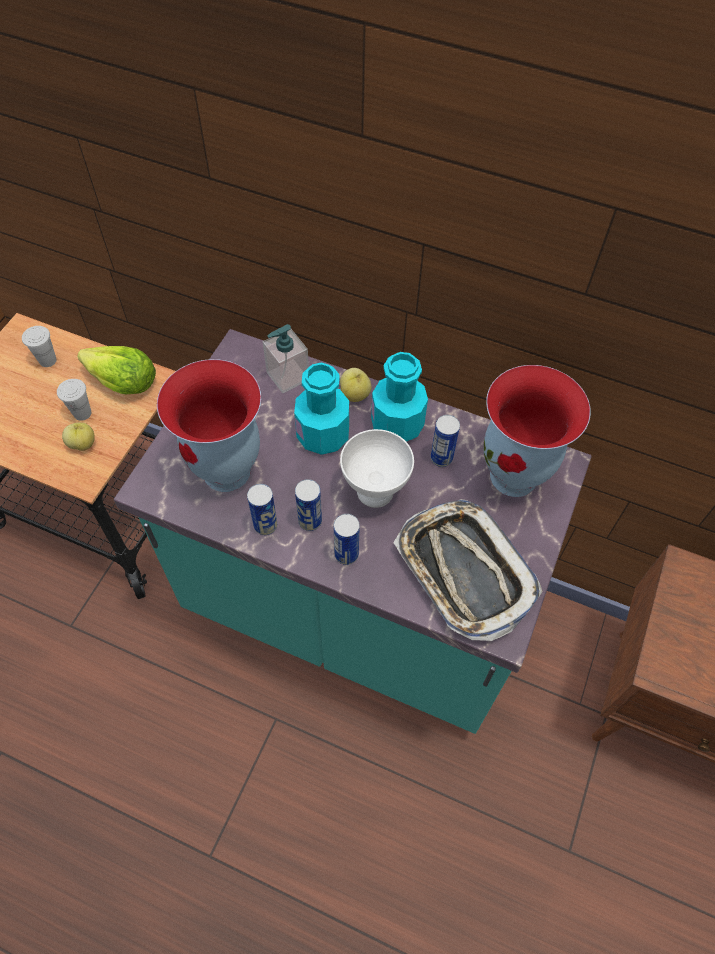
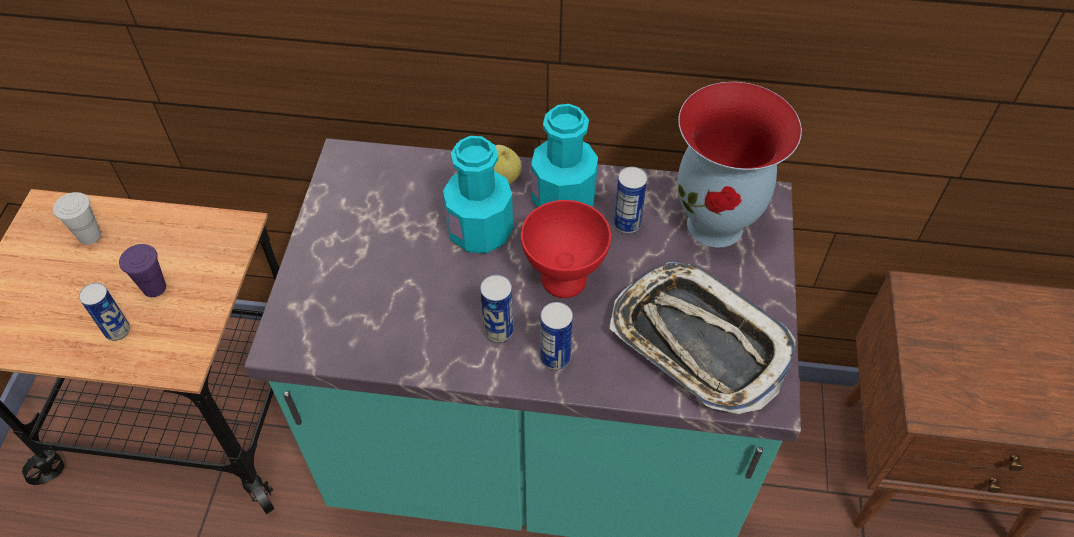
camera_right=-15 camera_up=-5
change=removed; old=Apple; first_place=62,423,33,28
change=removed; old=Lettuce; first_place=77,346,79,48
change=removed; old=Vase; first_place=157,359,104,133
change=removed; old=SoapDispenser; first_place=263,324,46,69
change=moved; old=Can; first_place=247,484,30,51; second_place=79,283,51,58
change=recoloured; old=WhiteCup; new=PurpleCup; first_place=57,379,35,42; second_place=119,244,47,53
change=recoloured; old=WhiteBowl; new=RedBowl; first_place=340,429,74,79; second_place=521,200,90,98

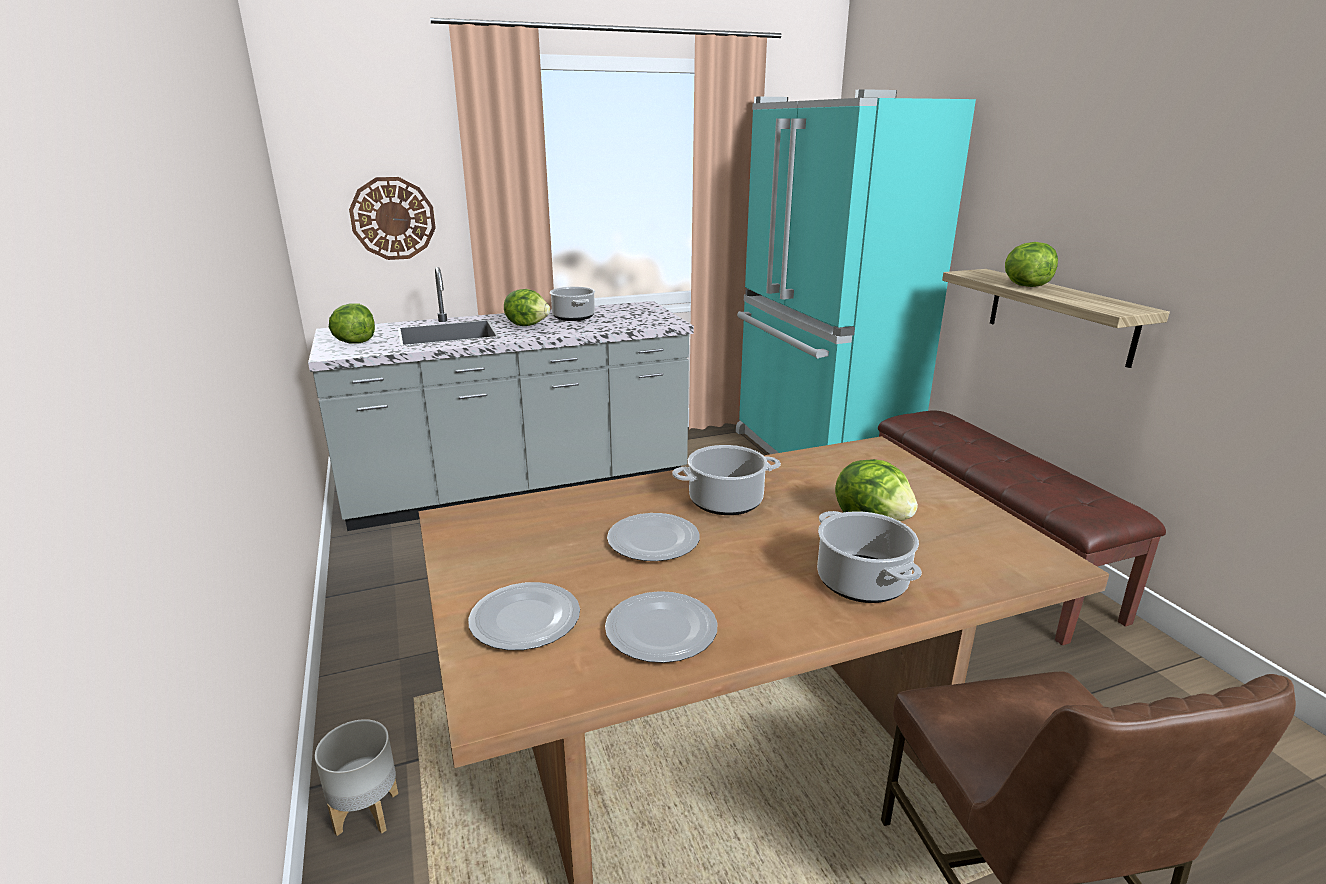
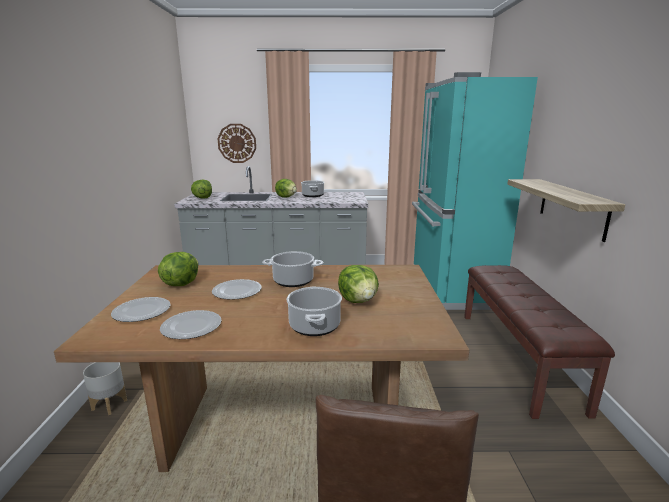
camera_right=20 camera_up=-5
change=moved; old=Lettuce; first_place=1005,242,53,45; second_place=158,252,40,34

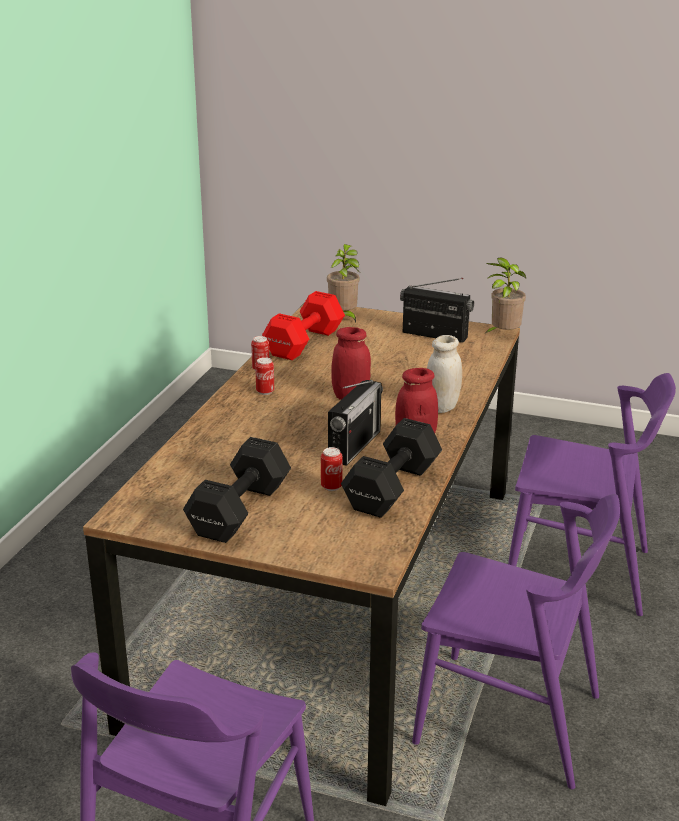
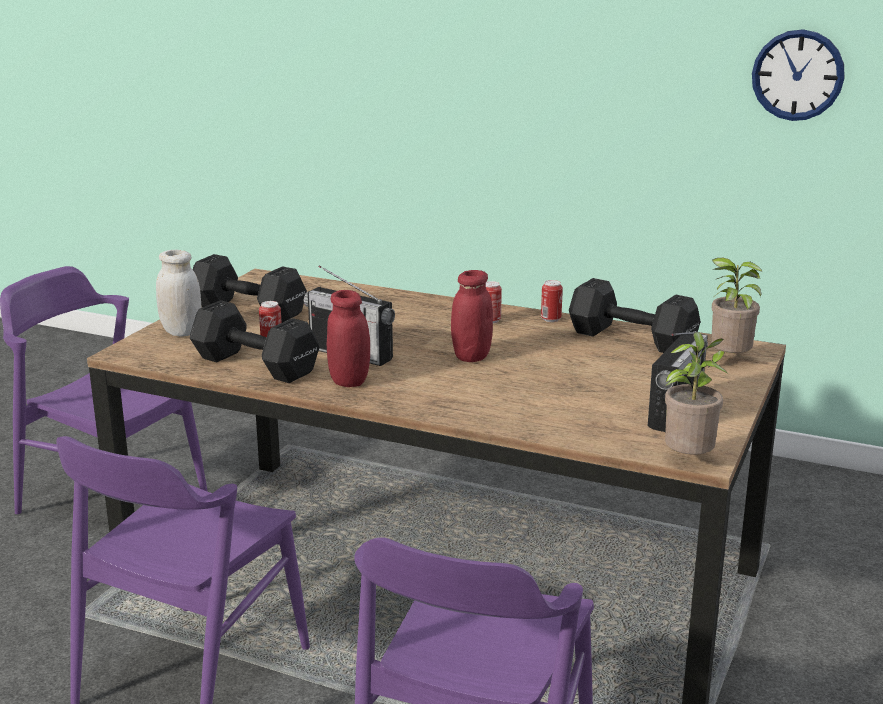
camera_right=95 camera_up=-5
change=added; new=WallClock; second_place=752,29,93,92
change=moved; old=WhiteJar; first_place=427,335,35,78; second_place=156,250,46,87
change=recoloured; old=RedDumbbell; new=BlackDumbbell; first_place=262,291,83,69; second_place=569,278,131,75

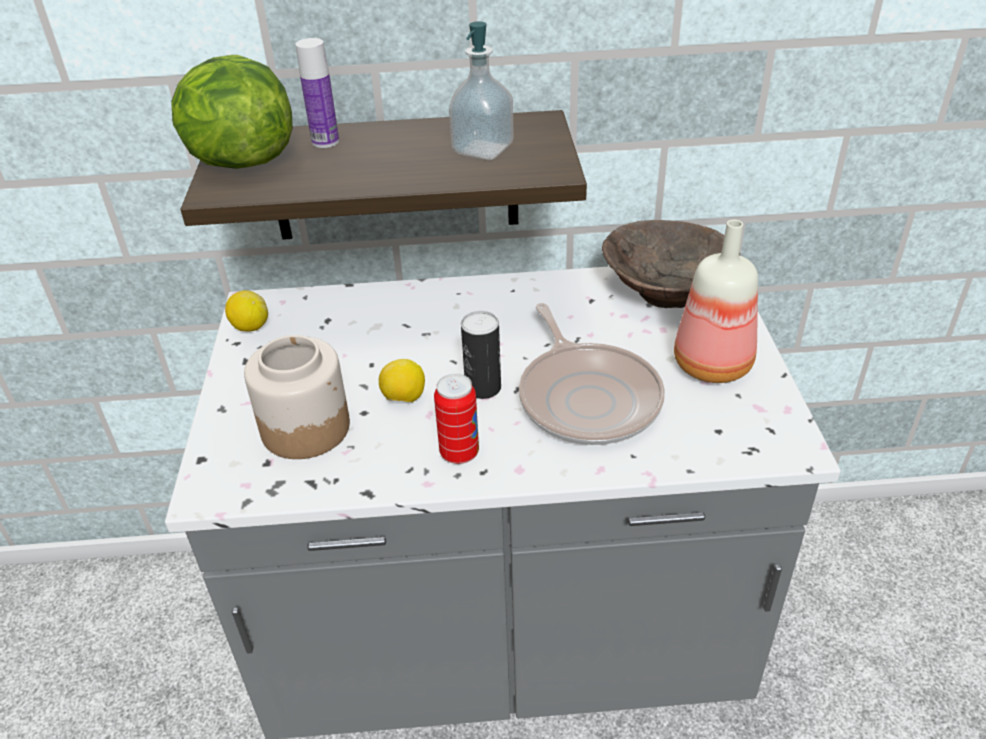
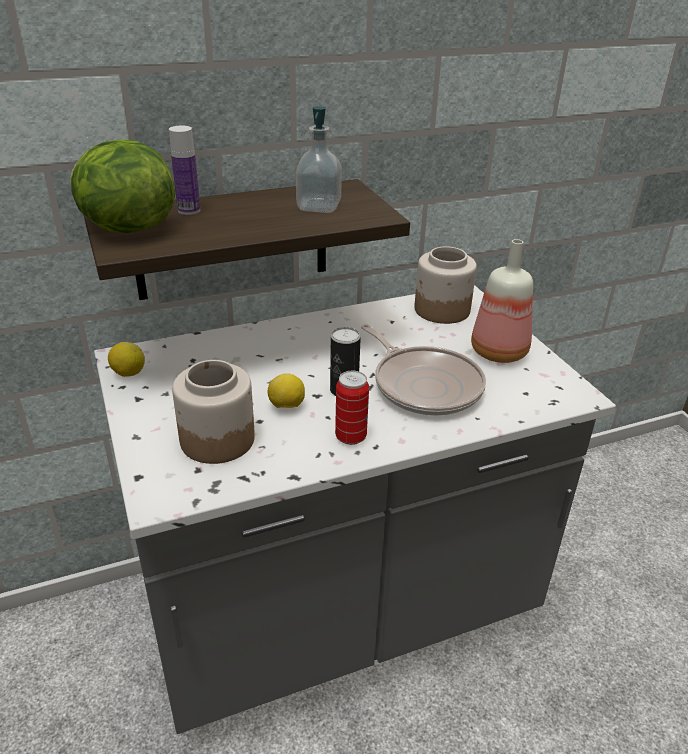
camera_right=-20 camera_up=-5
change=replaced; old=BrownBowl; new=Jar; first_place=602,220,139,88; second_place=414,246,63,78

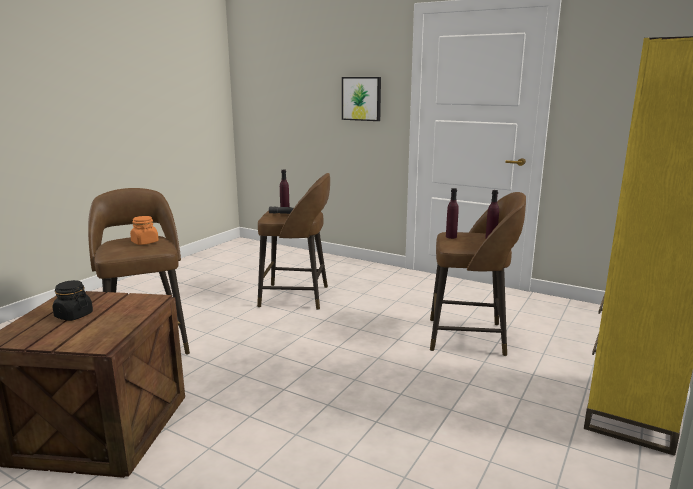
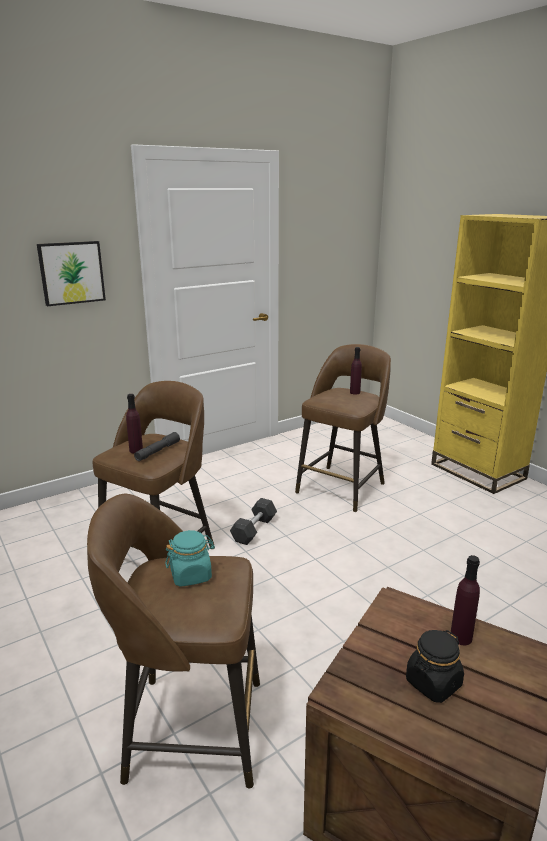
camera_right=-65 camera_up=5
change=added; new=GreyDumbbell; second_place=230,498,47,47
change=moved; old=PurpleBottle; first_place=446,188,13,51; second_place=450,555,30,90
change=recoloured; old=OrangeJar; new=TurquoiseJar; first_place=130,216,29,29; second_place=165,530,50,57

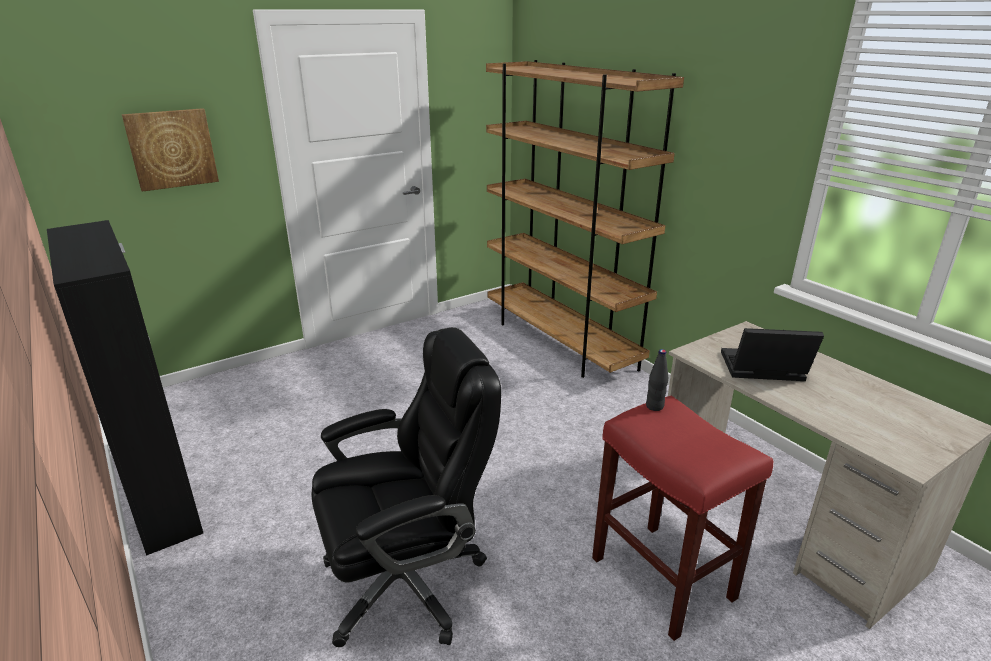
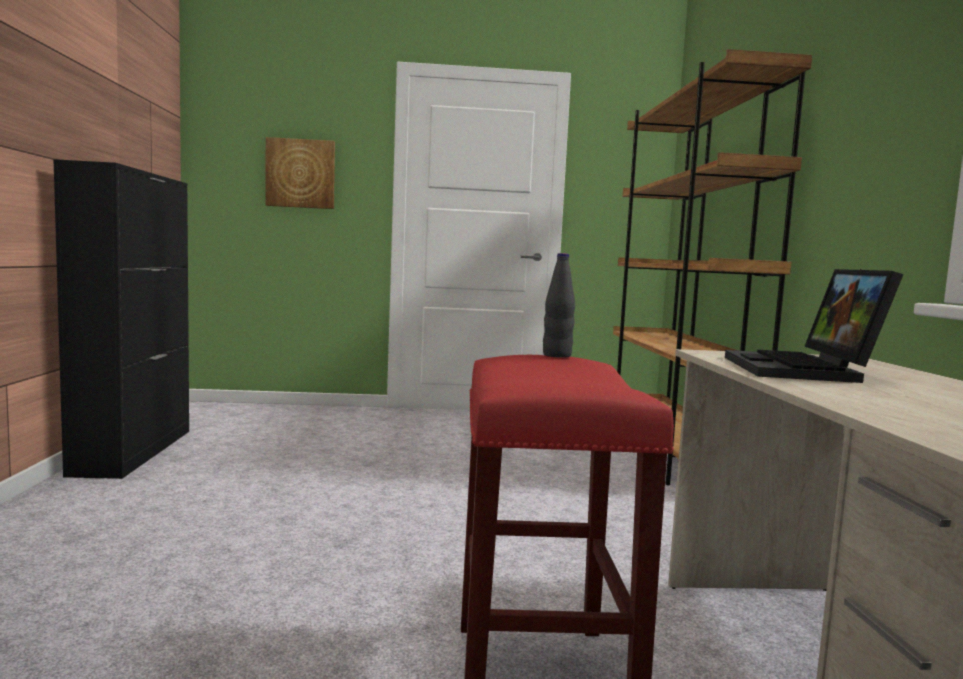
camera_right=30 camera_up=-20
change=removed; old=BlackOfficeChair; first_place=311,327,190,320
change=turned; old=Laptop; first_place=721,328,103,53; second_place=725,269,178,114; degrees=-120

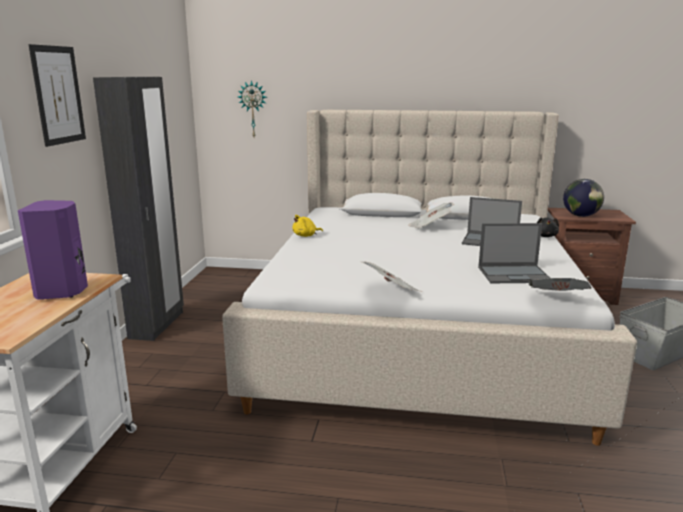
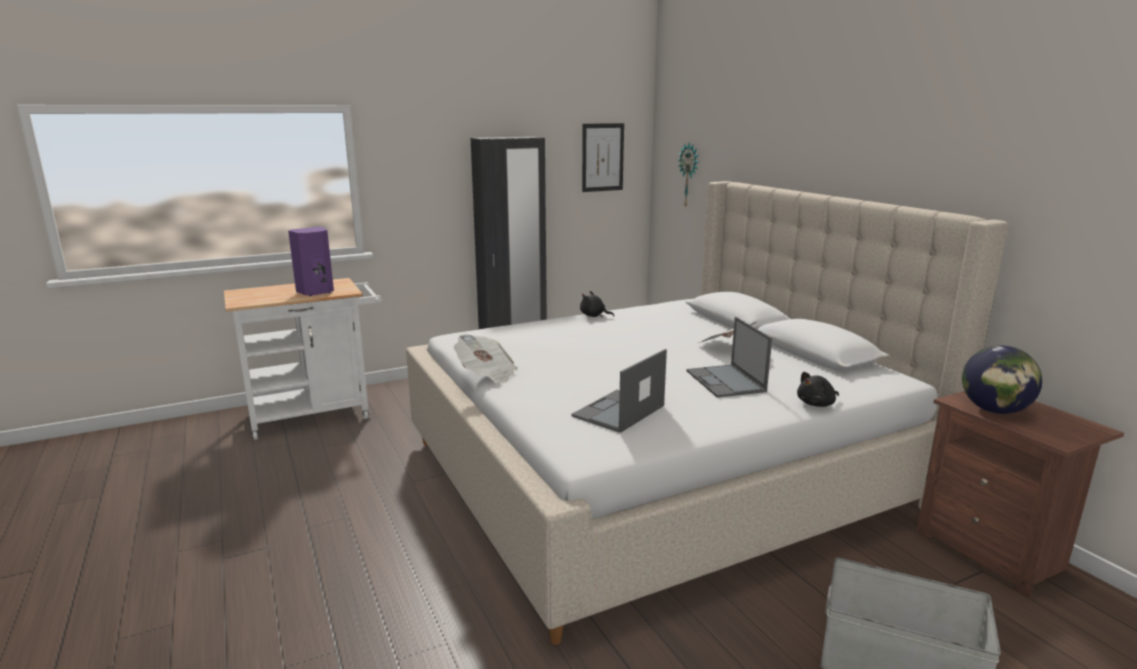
camera_right=55 camera_up=0
change=removed; old=Newspaper; first_place=528,278,63,13
change=moved; old=Picture; first_place=28,44,58,103; second_place=582,123,42,69
change=recoloured; old=YellowPlushToy; new=BlackPlushToy; first_place=292,215,31,22; second_place=580,291,34,26
change=turned; old=Laptop; first_place=478,223,72,60; second_place=571,349,96,84; degrees=75

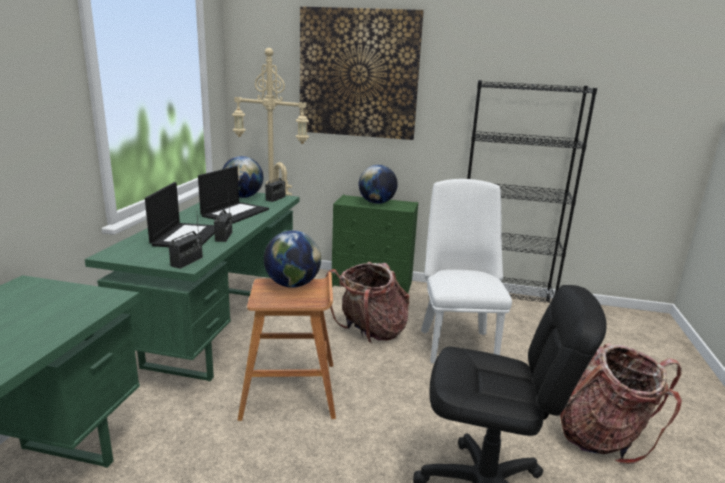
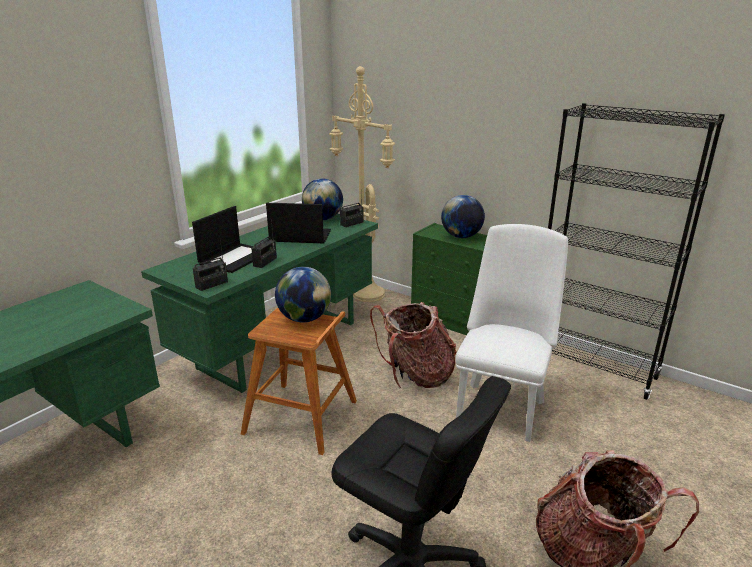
camera_right=25 camera_up=5
change=removed; old=Picture; first_place=300,6,124,134
change=turned; old=Laptop; first_place=198,166,71,58; second_place=266,203,65,40; degrees=-135

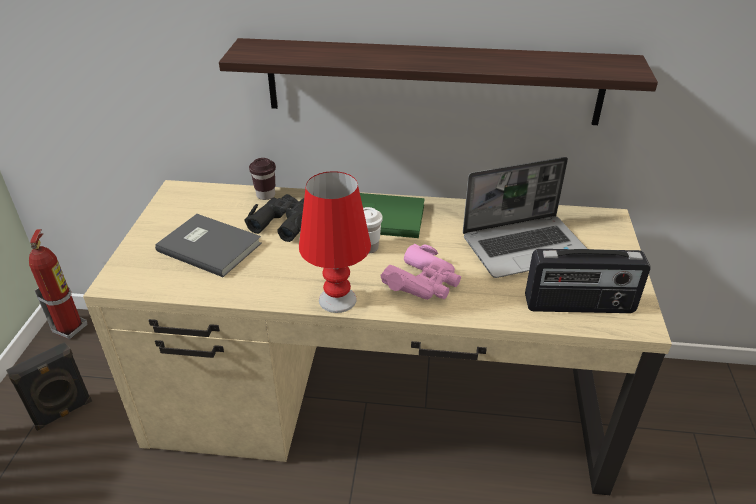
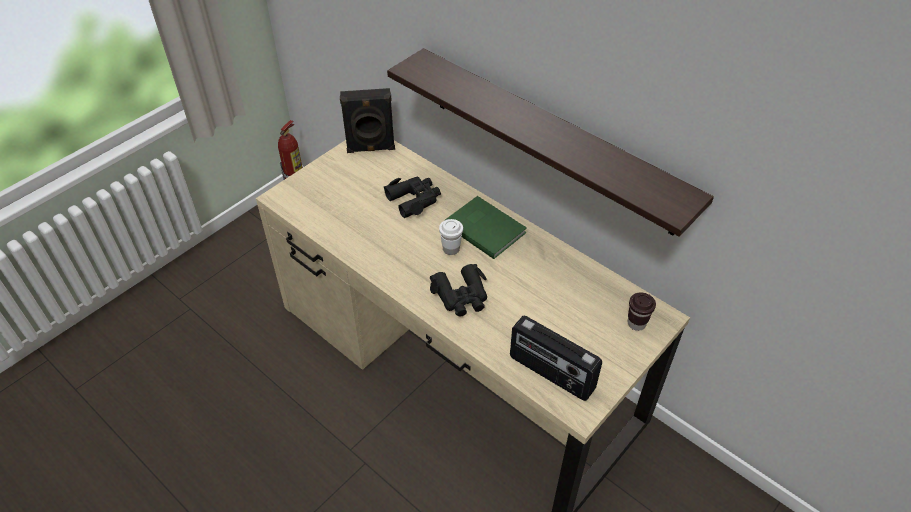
camera_right=35 camera_up=10
change=removed; old=GreyBook; first_place=155,214,107,63
change=removed; old=RedTableLamp; first_place=299,171,72,142
change=removed; old=Laptop; first_place=463,157,124,121
change=moved; old=BlackSpeaker; first_place=6,342,86,89; second_place=340,88,55,65
change=moved; old=BrownCup; first_place=249,158,27,42; second_place=628,292,28,39
change=recoloured; old=PinkBinoculars; new=BlackBinoculars; first_place=381,244,80,56; second_place=430,264,57,53

